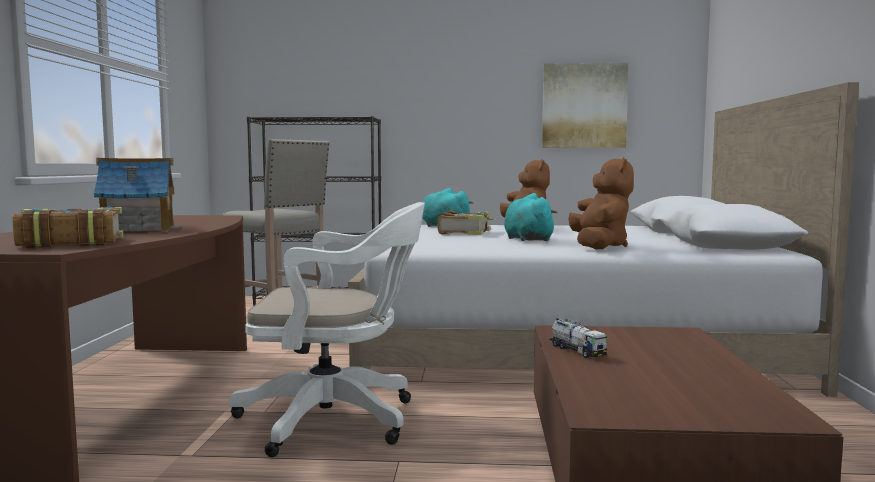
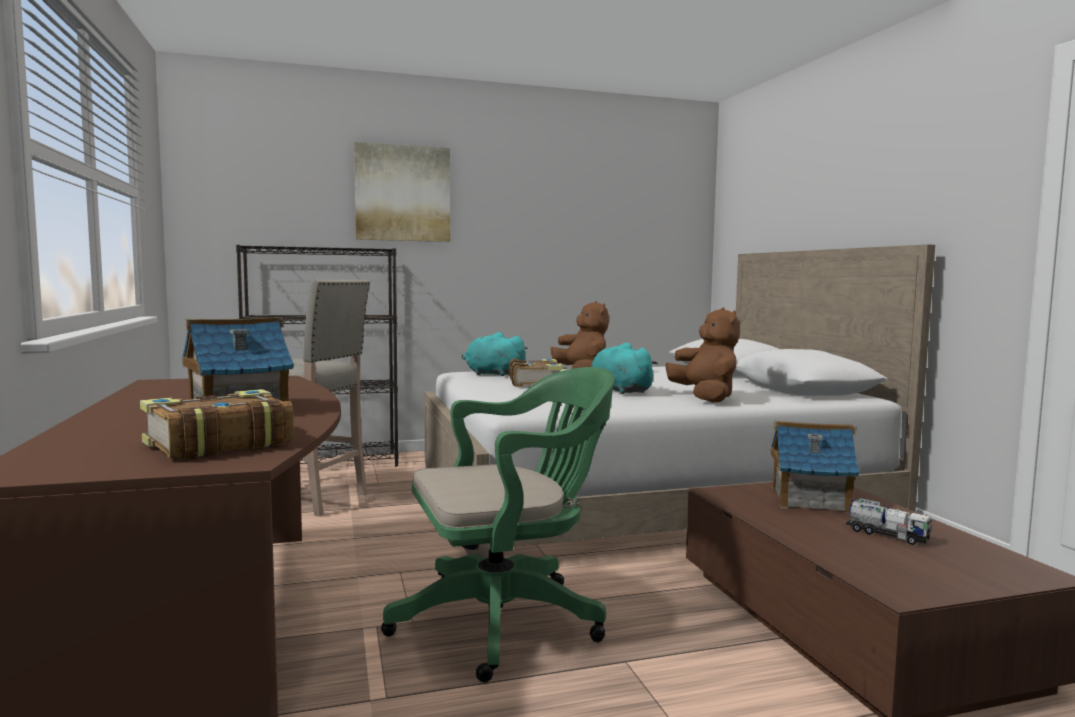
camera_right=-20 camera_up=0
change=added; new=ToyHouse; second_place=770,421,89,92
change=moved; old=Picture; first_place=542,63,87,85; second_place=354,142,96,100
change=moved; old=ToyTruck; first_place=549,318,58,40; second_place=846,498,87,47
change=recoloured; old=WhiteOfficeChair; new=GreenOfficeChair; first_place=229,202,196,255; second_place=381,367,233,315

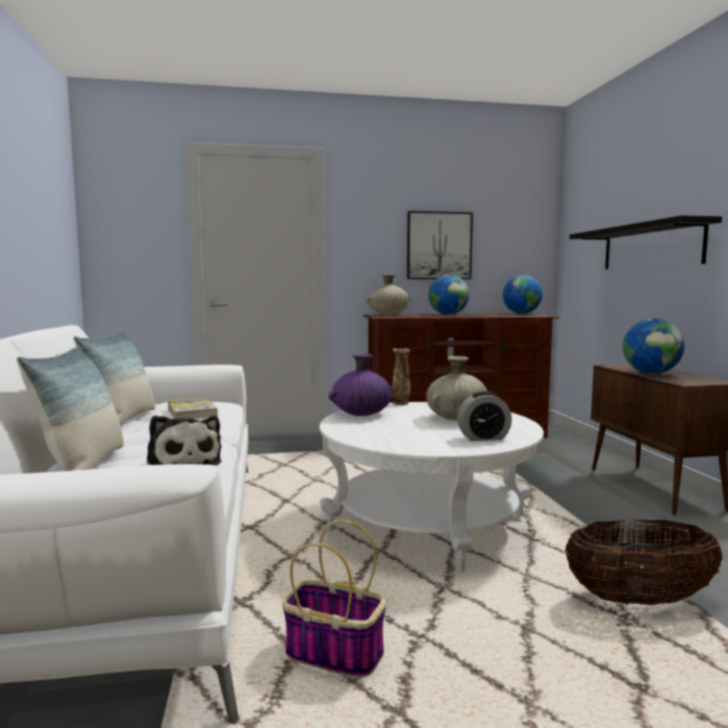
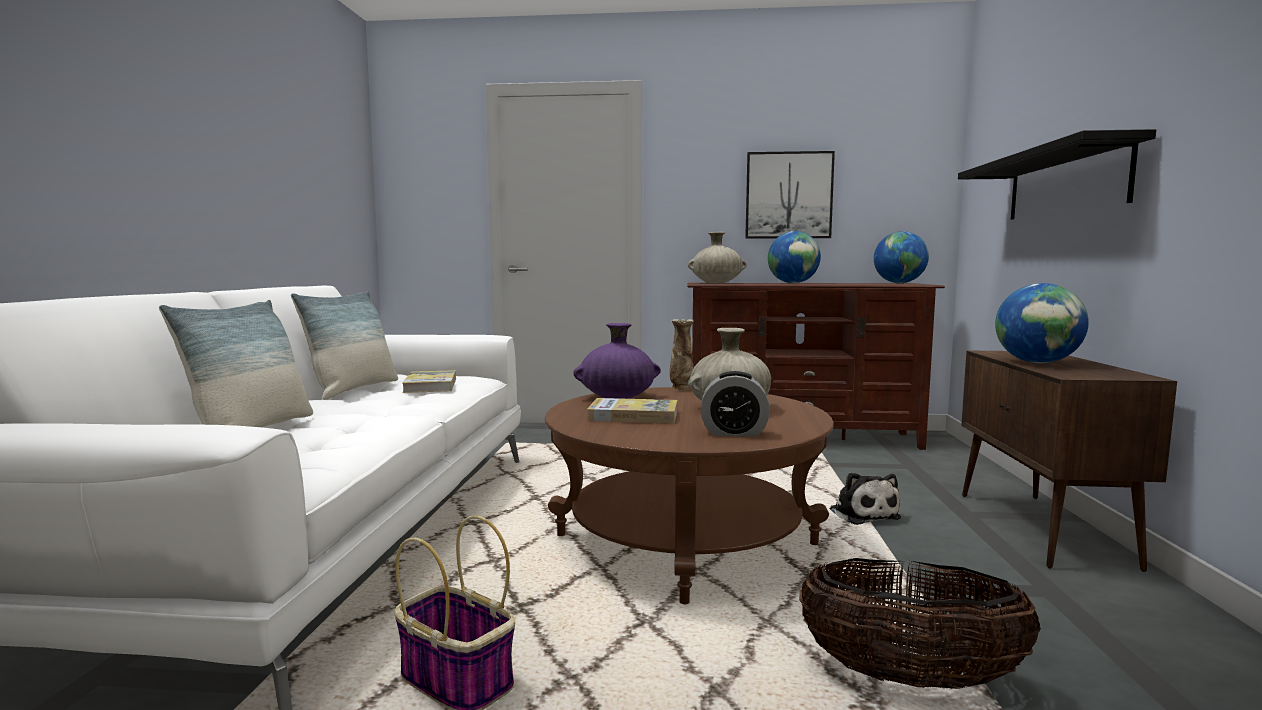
camera_right=15 camera_up=0
change=added; new=Book; second_place=587,398,90,26
change=moved; old=PlushToy; first_place=147,415,75,50; second_place=830,472,71,53
change=recoloured; old=WhiteCoffeeTable; new=BrownCoffeeTable; first_place=319,402,225,169; second_place=545,387,289,217

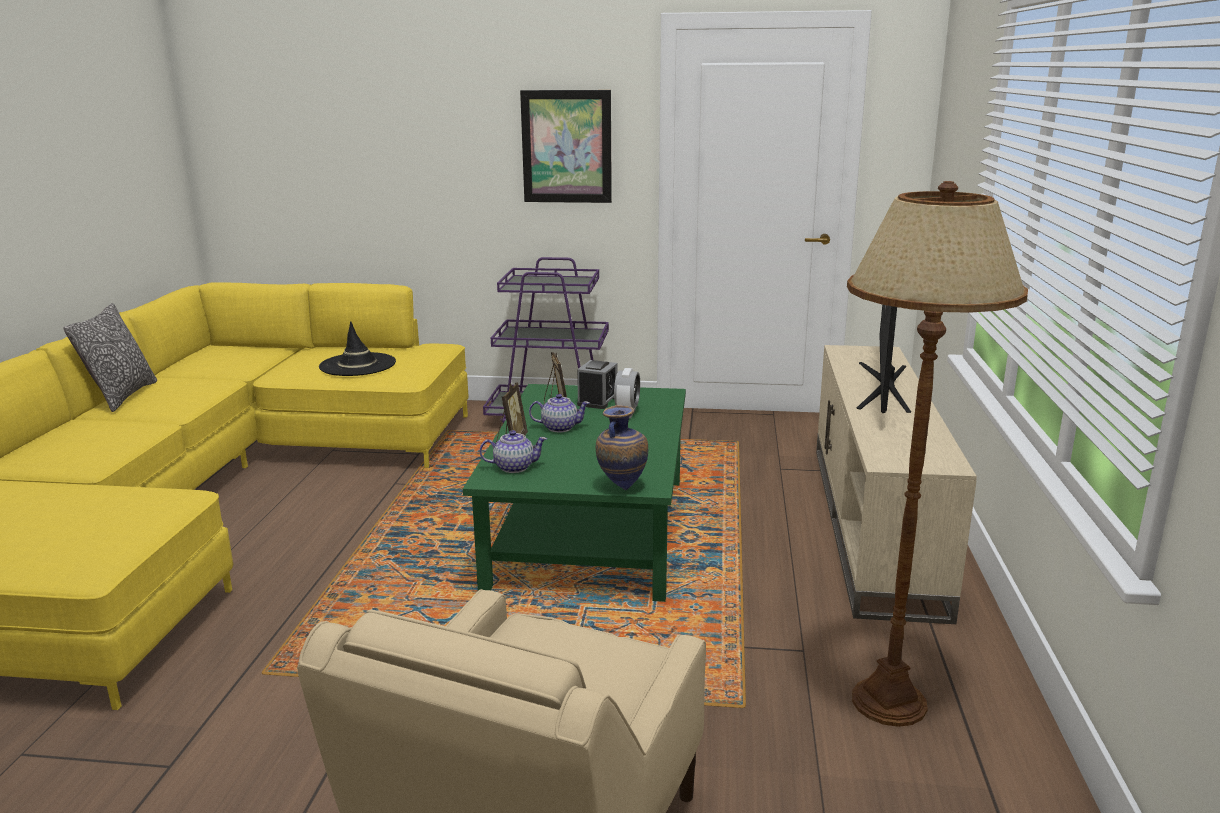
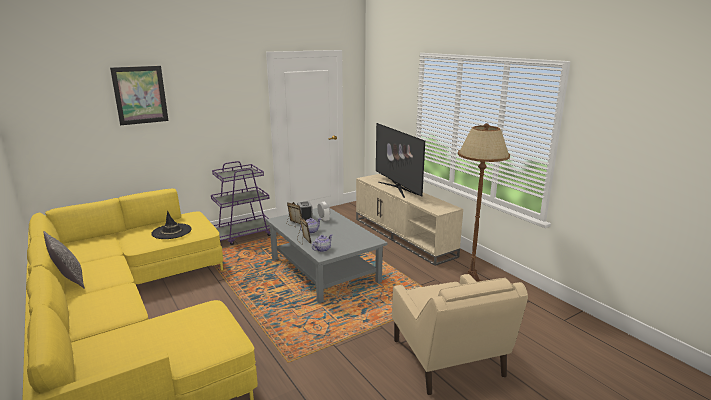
camera_right=-40 camera_up=0
change=removed; old=Vase; first_place=596,405,52,85
change=moved; old=Picture; first_place=520,90,92,113; second_place=110,66,59,59
change=recoloured; old=GreenCoffeeTable; new=GreyCoffeeTable; first_place=463,384,223,218; second_place=266,208,122,95

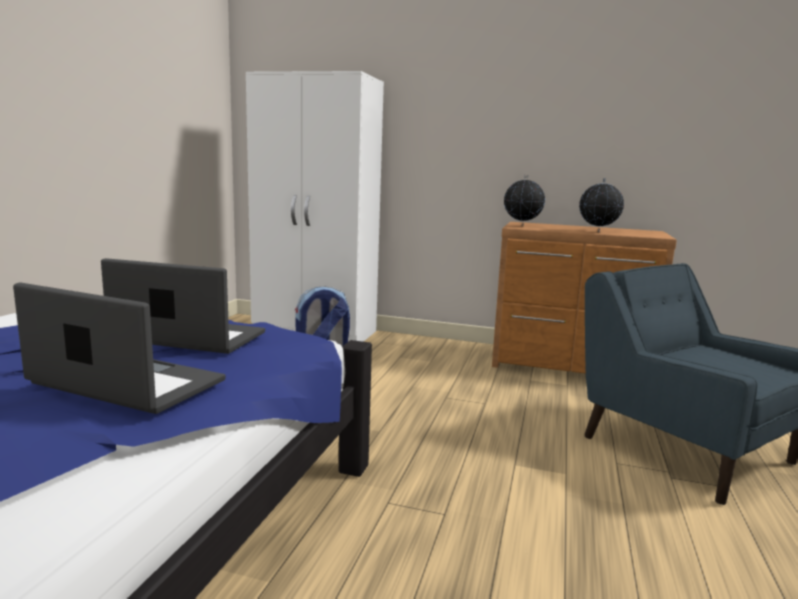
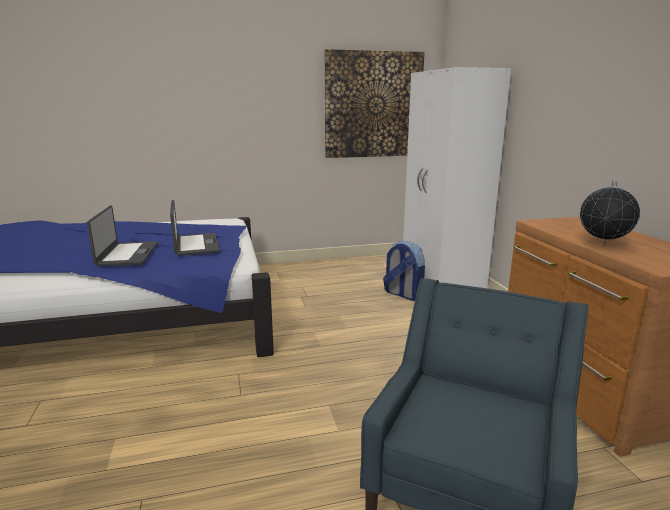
camera_right=60 camera_up=5
change=removed; old=Globe; first_place=504,175,41,52
change=added; new=Picture; second_place=325,49,100,109

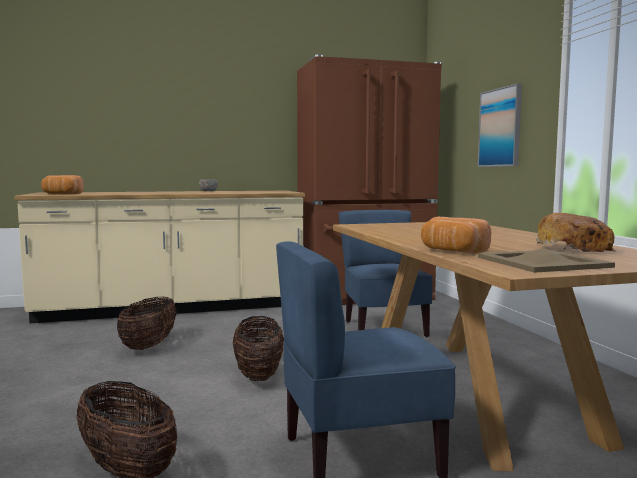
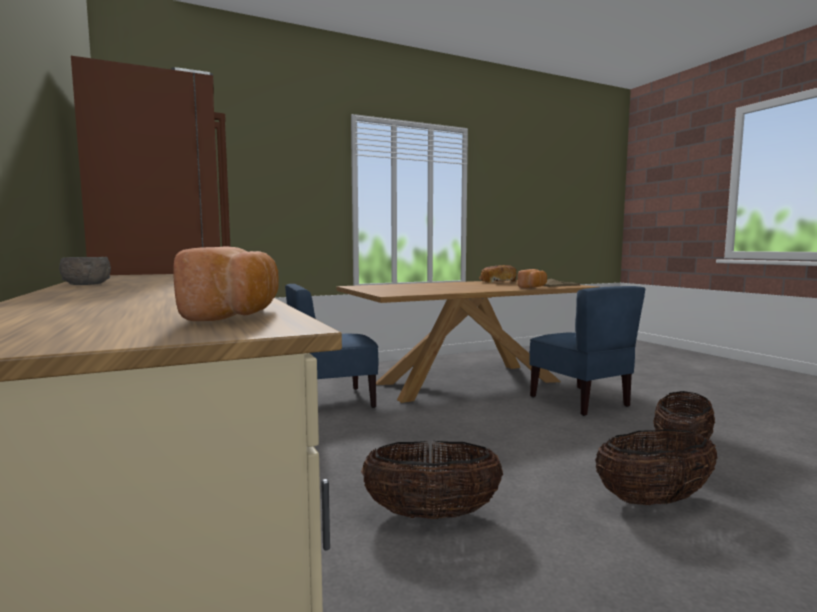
camera_right=-100 camera_up=0
change=removed; old=Picture; first_place=478,83,44,84
change=moved; old=Basket; first_place=233,316,51,65; second_place=595,429,123,76

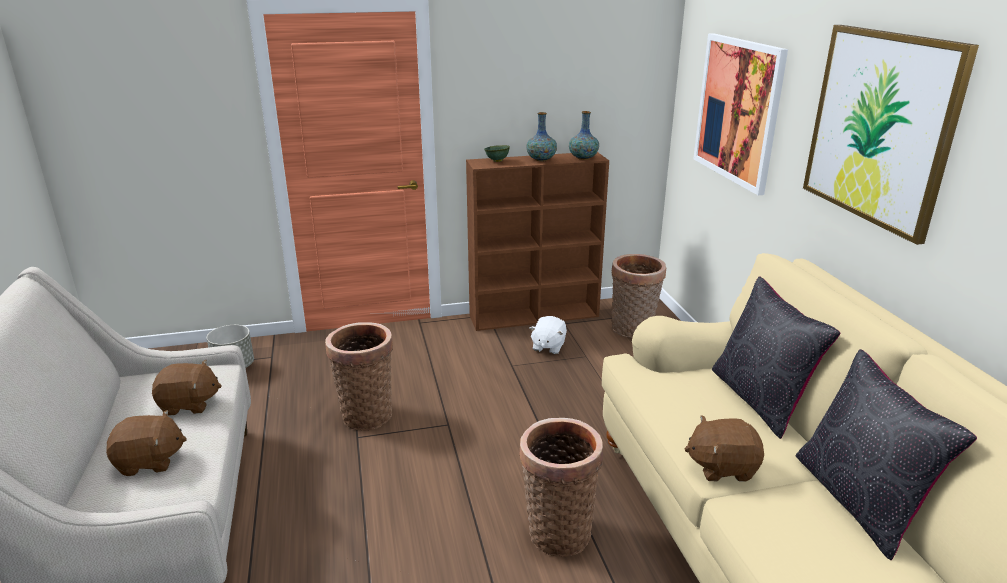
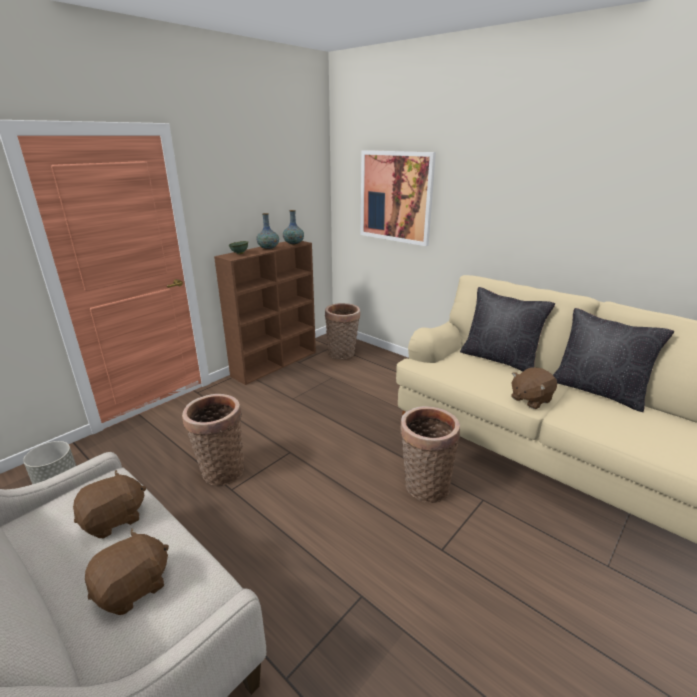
camera_right=-35 camera_up=0
change=removed; old=WhitePlushToy; first_place=530,316,37,38
change=removed; old=Picture; first_place=803,25,176,220

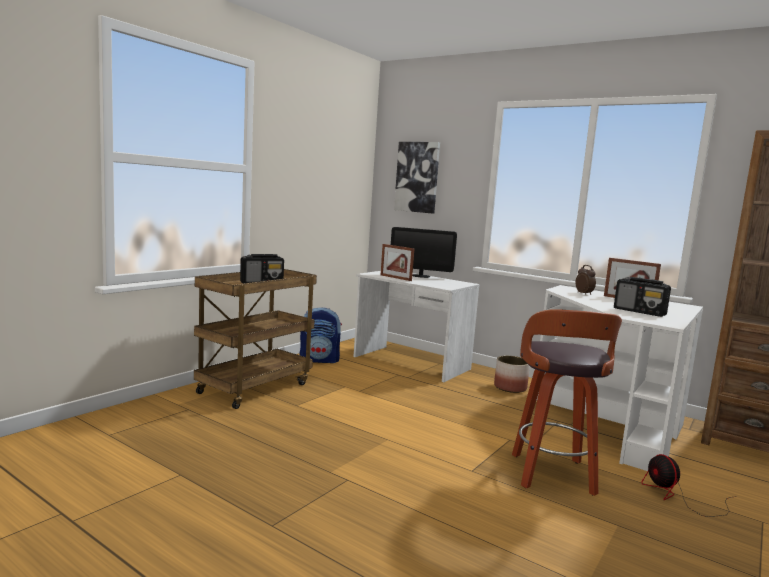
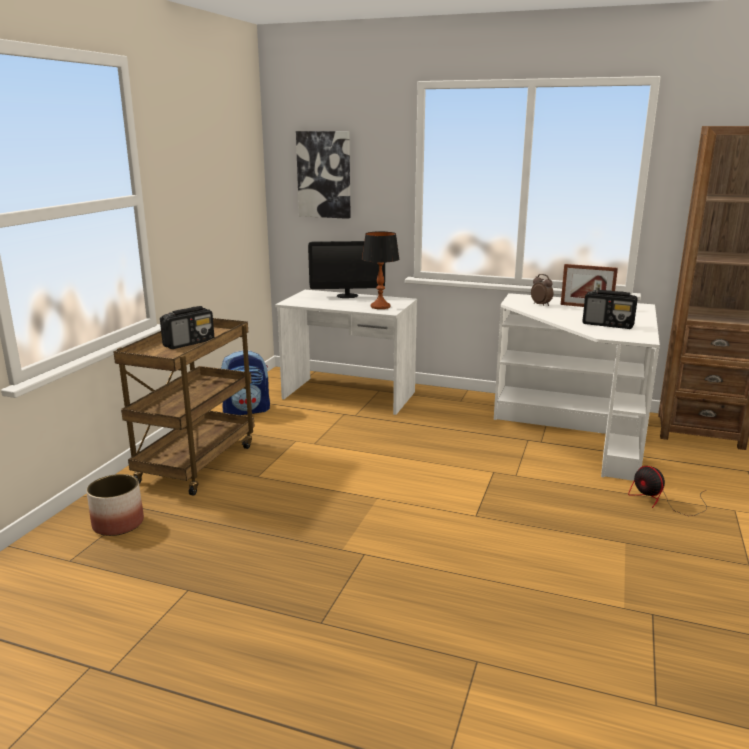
camera_right=-15 camera_up=10
change=removed; old=PictureFrame; first_place=381,244,34,37
change=removed; old=Stool; first_place=512,309,110,187
change=added; new=TableLamp; second_place=362,231,38,78
change=moved; old=Planter; first_place=494,356,36,37; second_place=86,474,58,62

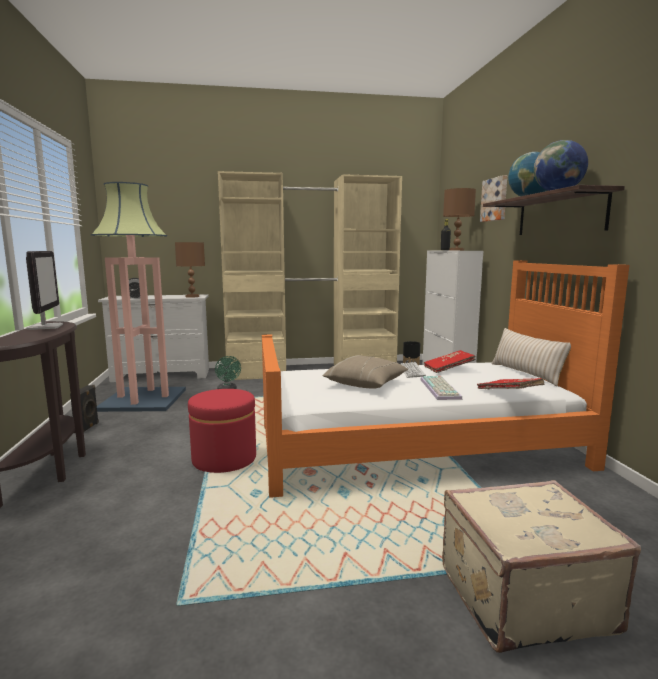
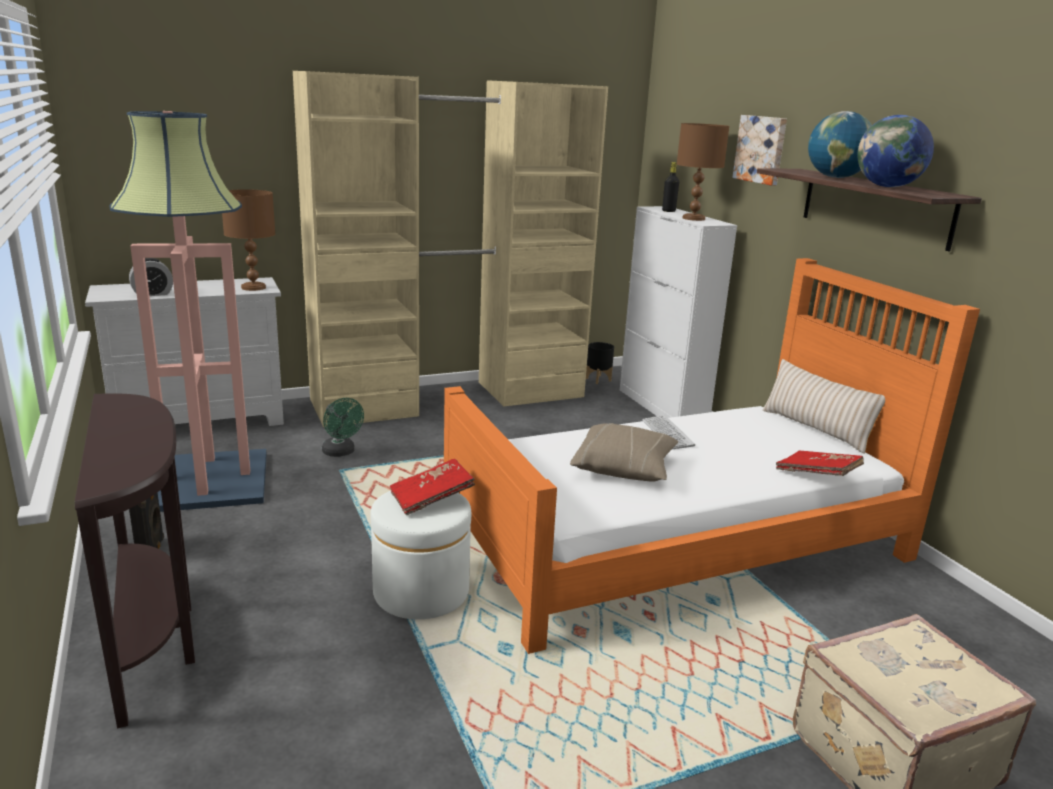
camera_right=-15 camera_up=10
change=removed; old=Monitor; first_place=26,251,37,79
change=removed; old=Keyboard; first_place=420,376,43,24
change=moved; old=RedBook; first_place=424,350,52,23; second_place=390,459,85,56
change=recoloured; old=RedOttoman; new=WhiteOttoman; first_place=188,389,68,84; second_place=370,491,101,128

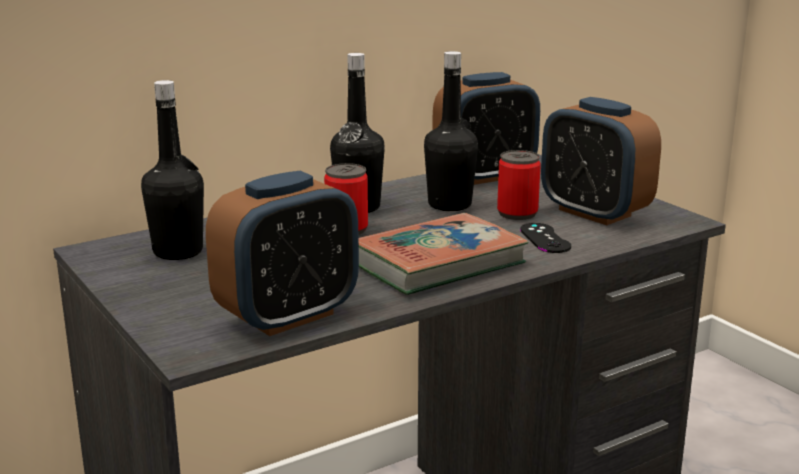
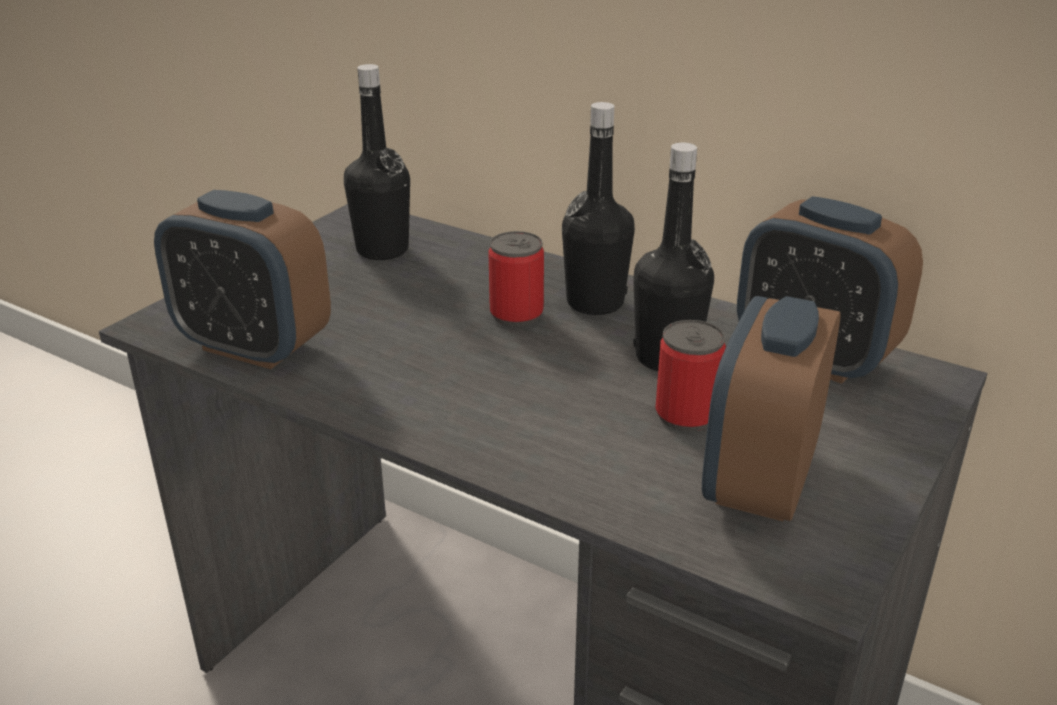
camera_right=65 camera_up=10
change=removed; old=Book; first_place=358,213,170,82
change=removed; old=BlackGameController; first_place=520,223,51,30

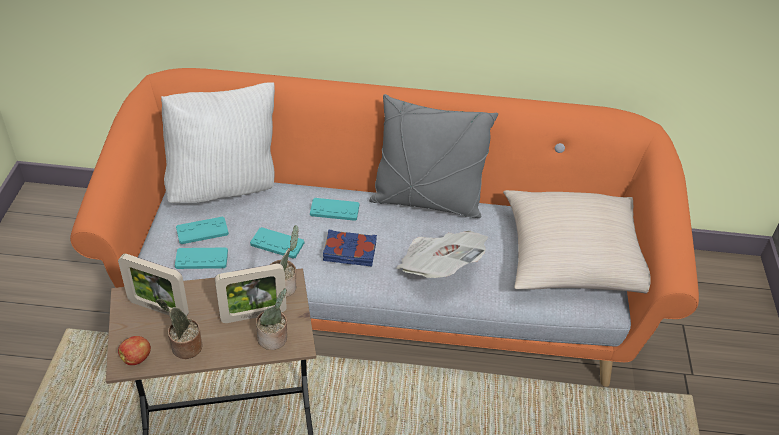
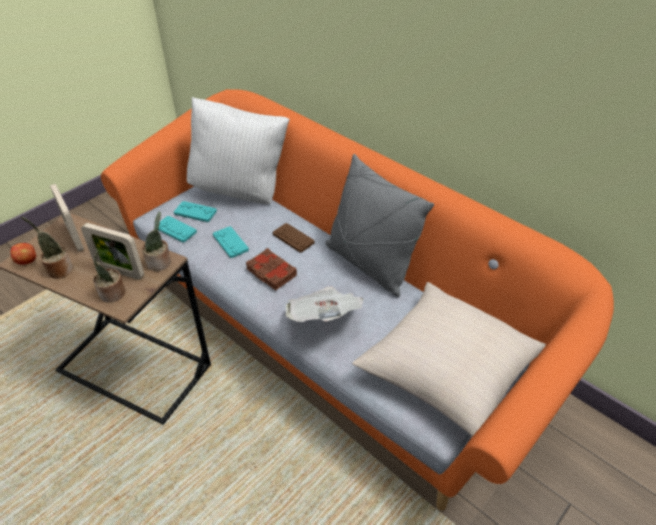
camera_right=40 camera_up=0
change=recoloured; old=TurquoiseGameController; new=BrownGameController; first_place=310,198,49,23; second_place=273,223,41,30
change=recoloured; old=BlueBook; new=BrownBook; first_place=323,229,54,38; second_place=246,248,51,43

